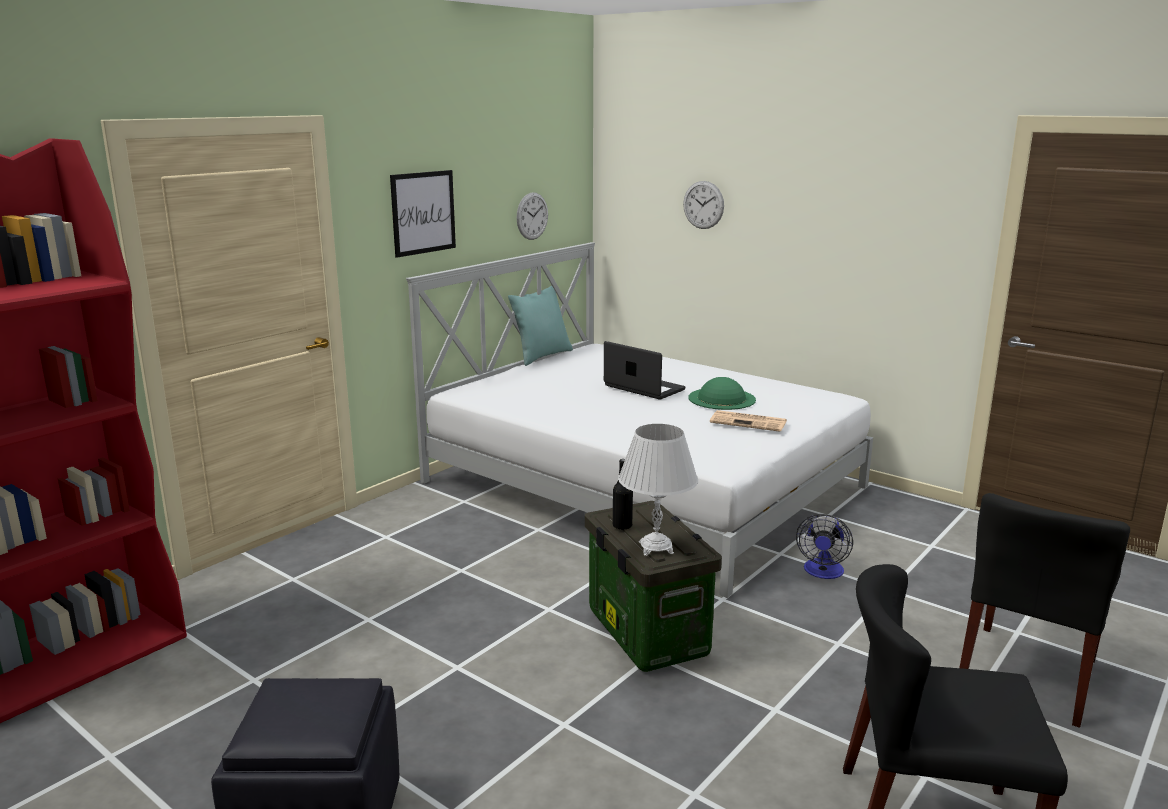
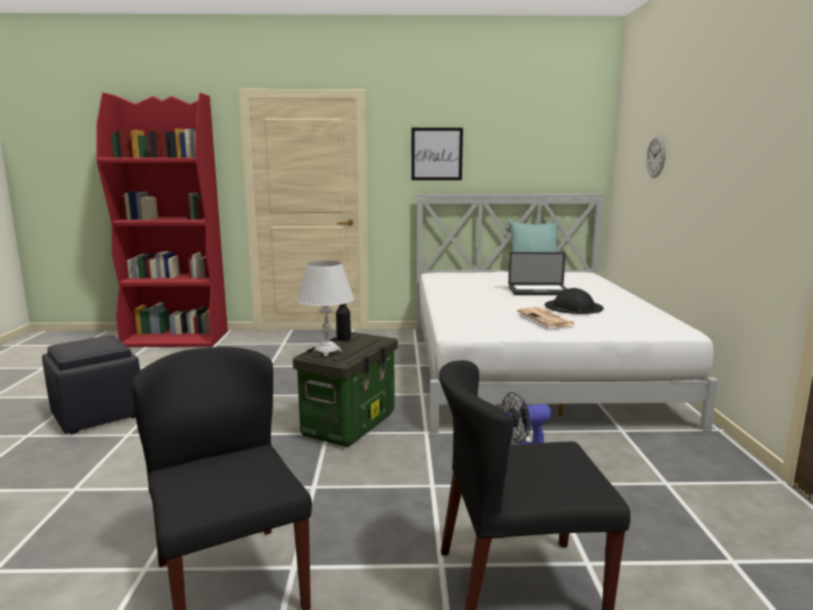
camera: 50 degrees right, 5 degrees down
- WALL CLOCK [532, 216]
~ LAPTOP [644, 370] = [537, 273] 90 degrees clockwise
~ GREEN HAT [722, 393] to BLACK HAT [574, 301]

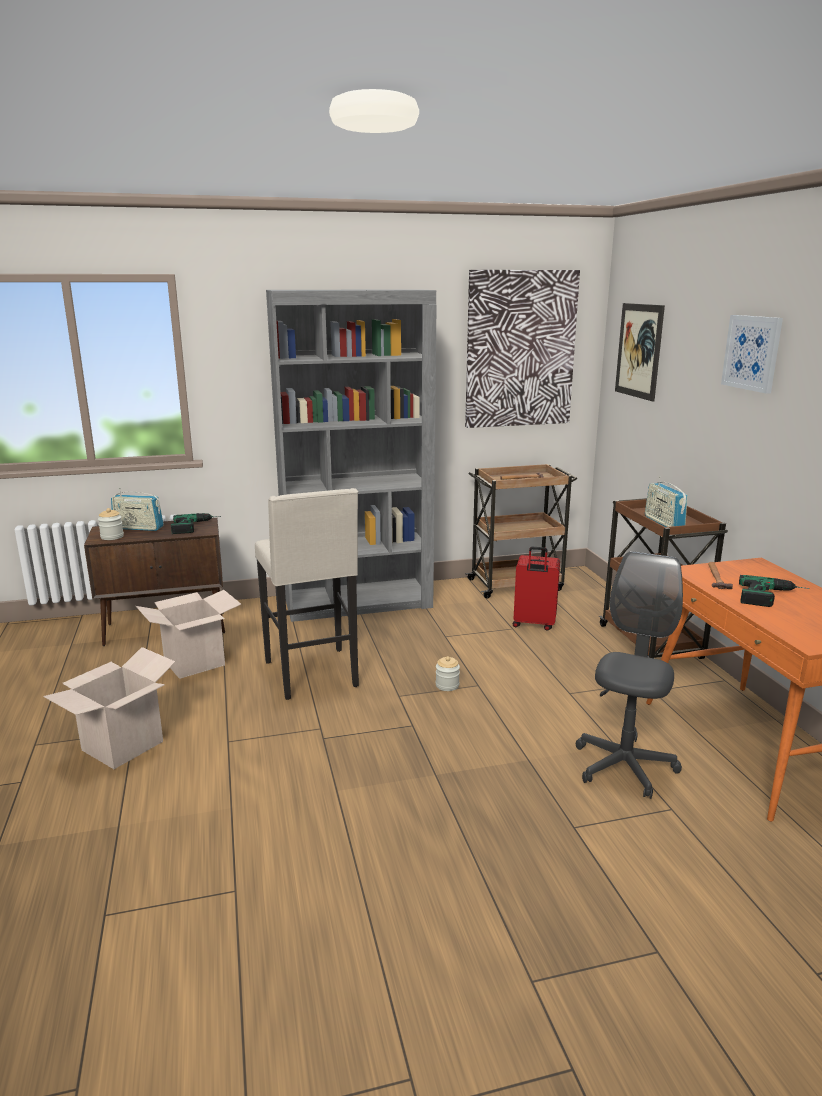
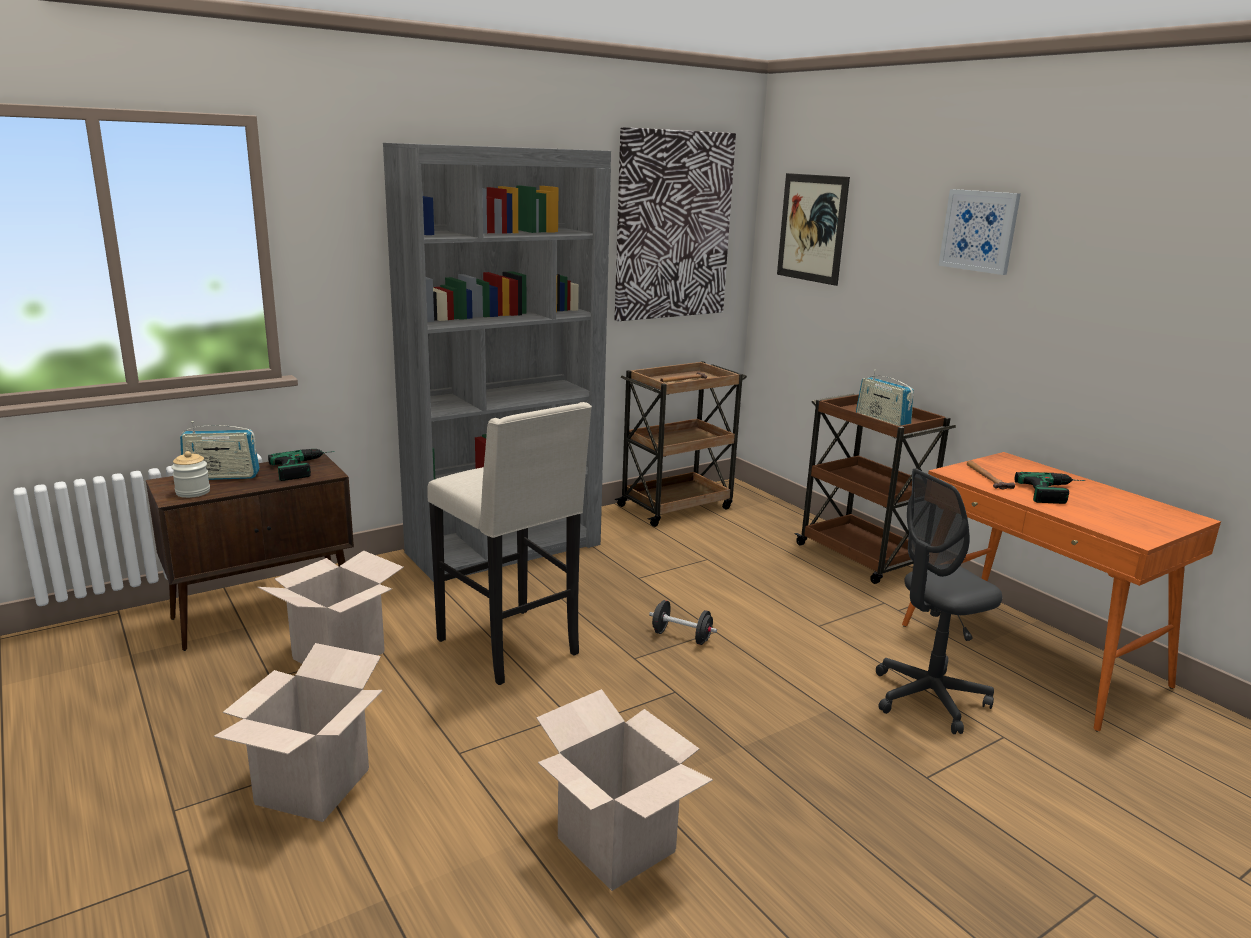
camera: 20 degrees left, 0 degrees up
~ JAR [448, 673] to BLACK DUMBBELL [683, 622]
- RED SUITCASE [536, 589]
~ GREY OFFICE CHAIR [629, 675] = [939, 601] 120 degrees counterclockwise
+ CARDBOARD BOX [624, 790]

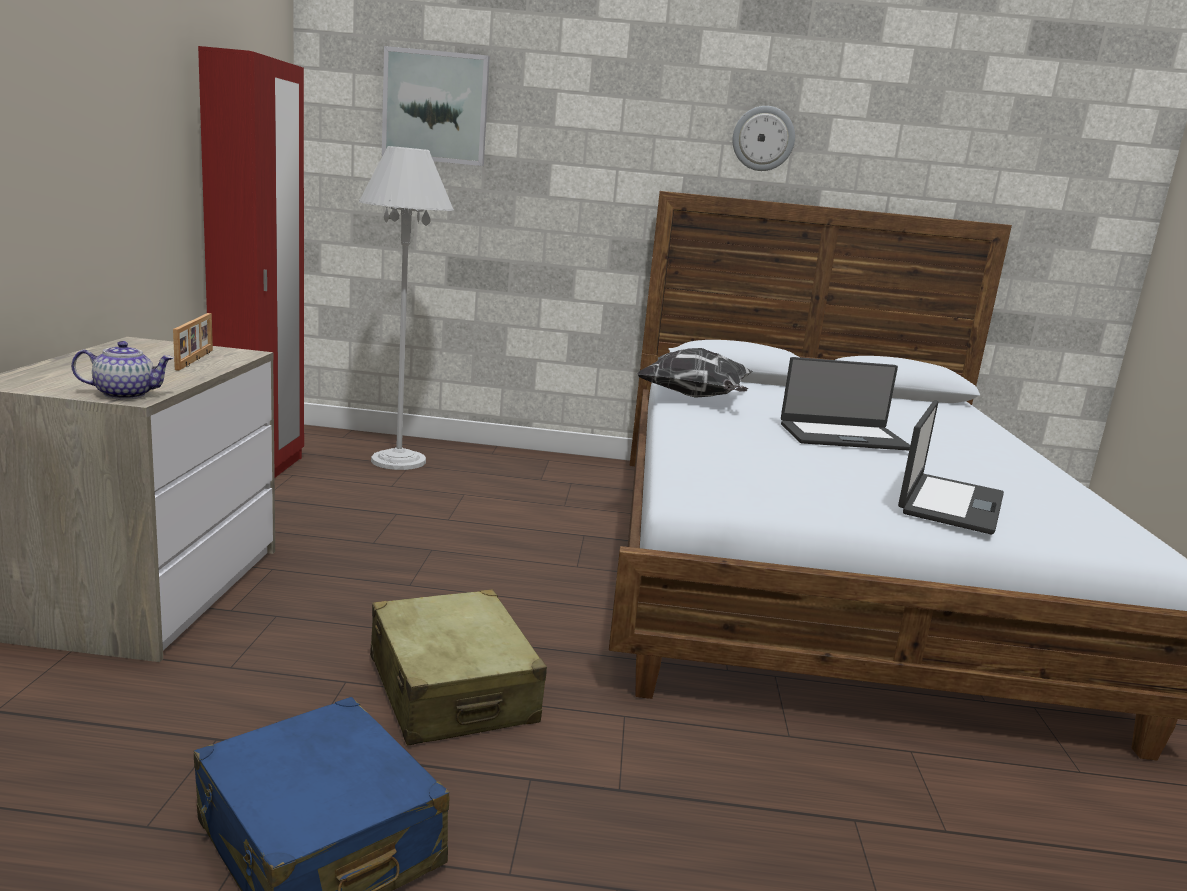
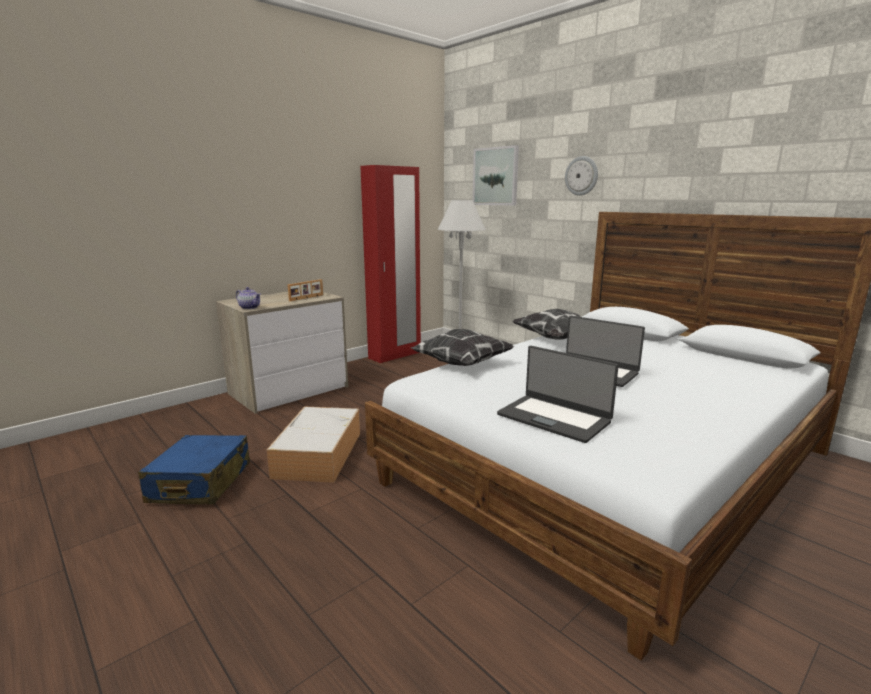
camera: 45 degrees right, 0 degrees up
~ BEIGE SUITCASE [458, 667] to STORAGE BOX [313, 444]
~ WALL CLOCK [764, 138] to [581, 176]
~ LAPTOP [951, 468] = [558, 394] 60 degrees clockwise
+ PILLOW [462, 347]

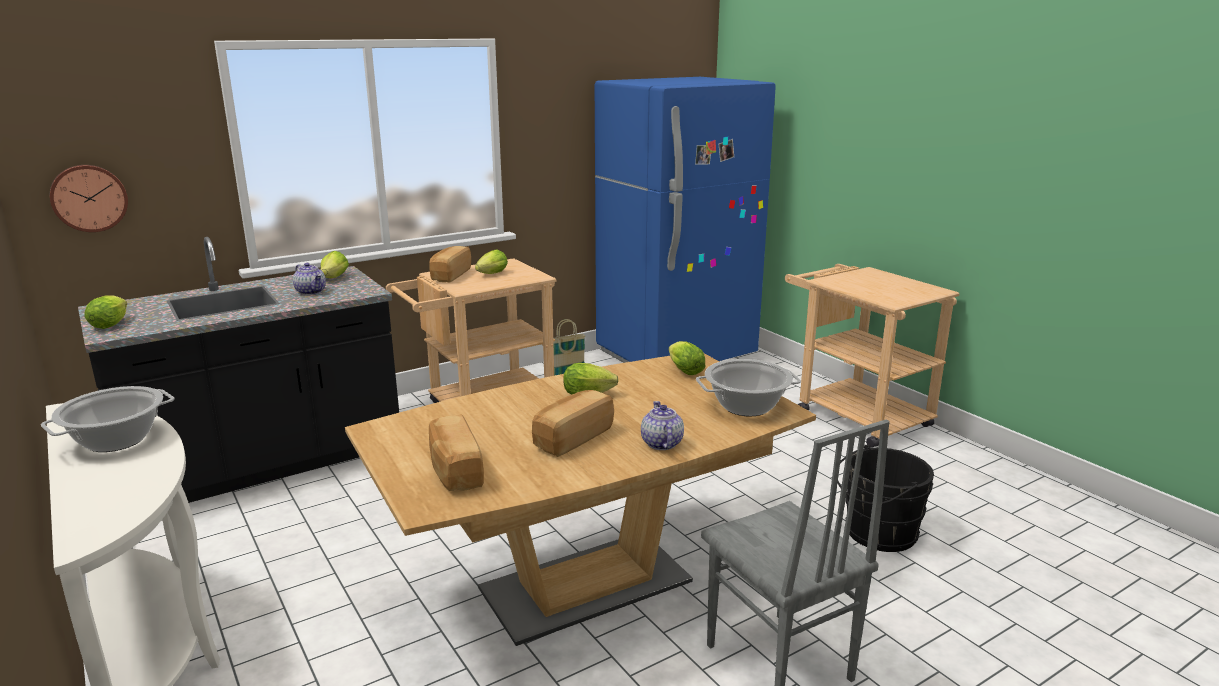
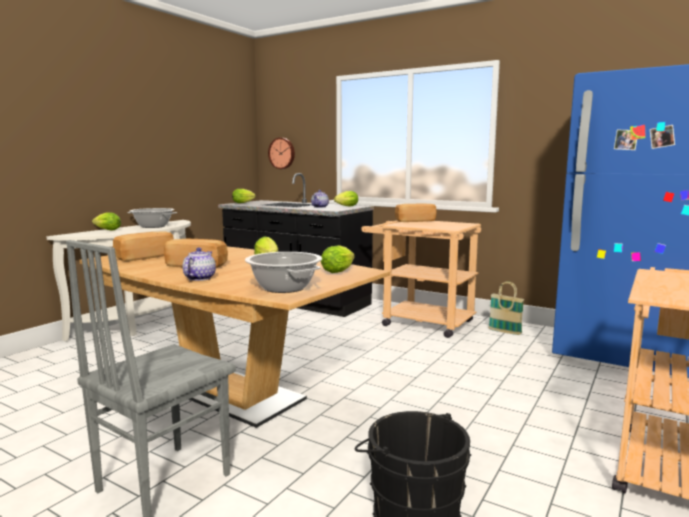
camera: 65 degrees right, 10 degrees down
~ LETTUCE [491, 261] to [106, 221]
~ TEAPOT [662, 425] = [199, 264] 45 degrees counterclockwise

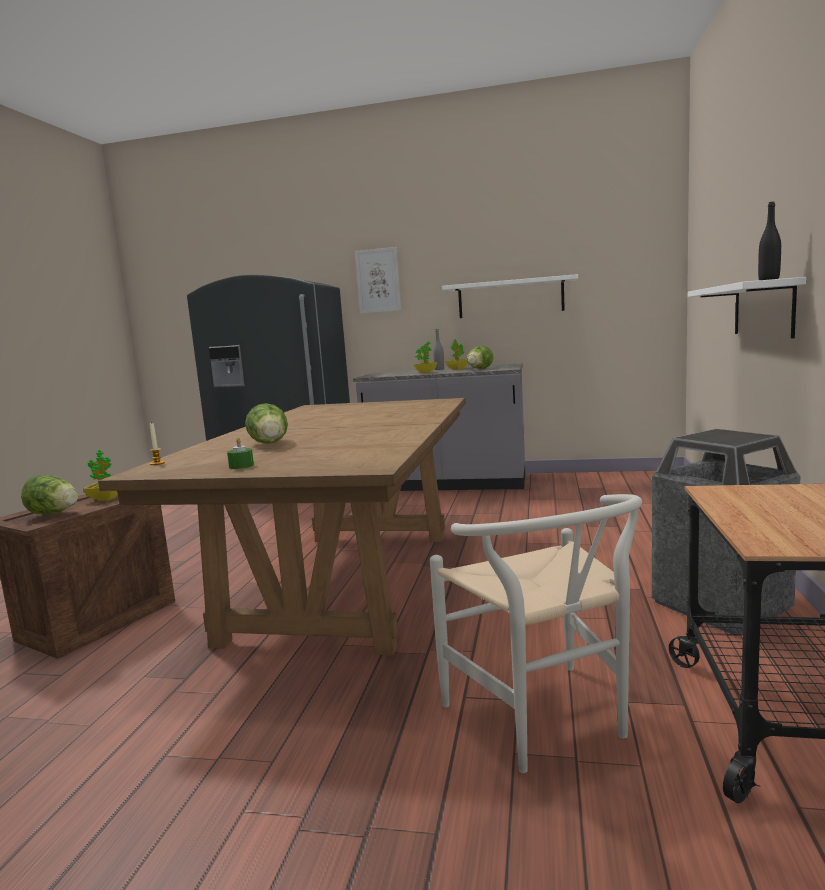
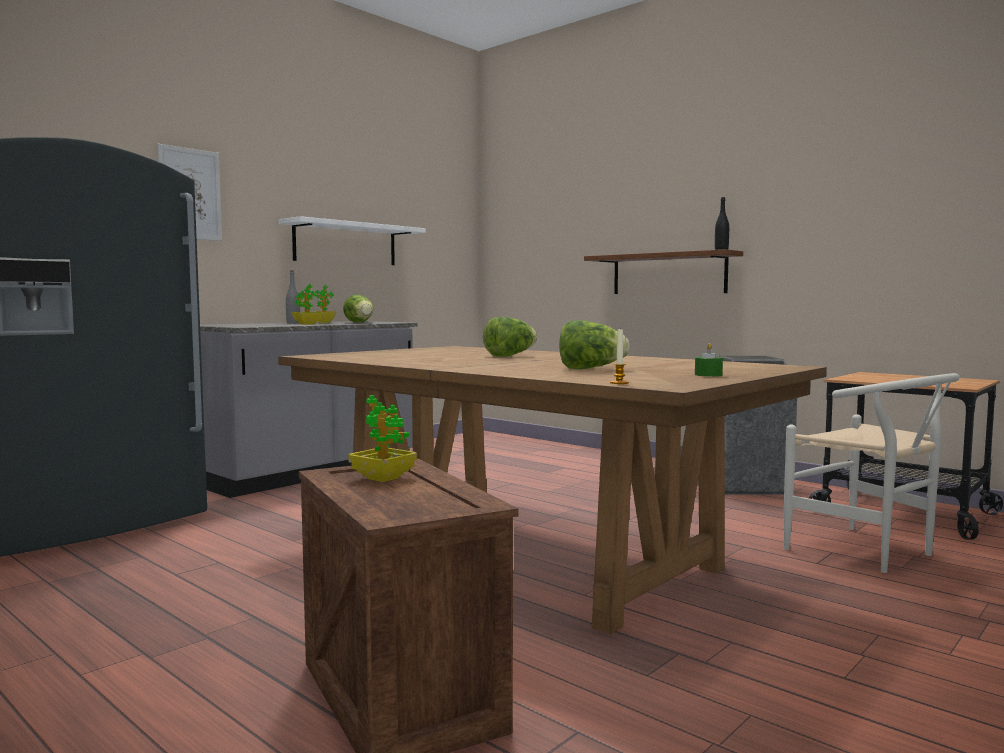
camera: 60 degrees left, 5 degrees down
~ LETTUCE [49, 494] to [510, 337]
~ WHITE CHAIR [536, 633] = [872, 473] 45 degrees clockwise
~ WHITE SHELF [747, 307] to BROWN SHELF [663, 271]

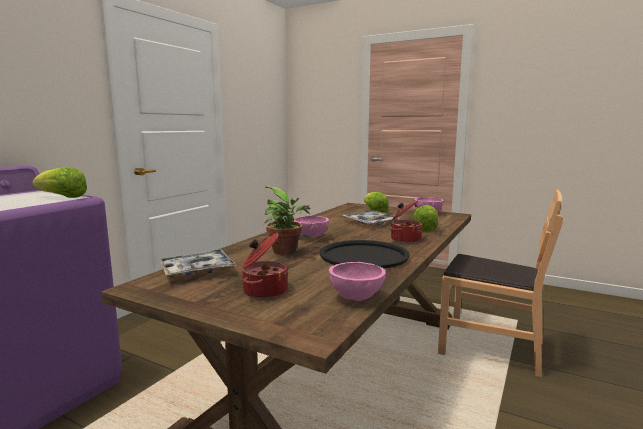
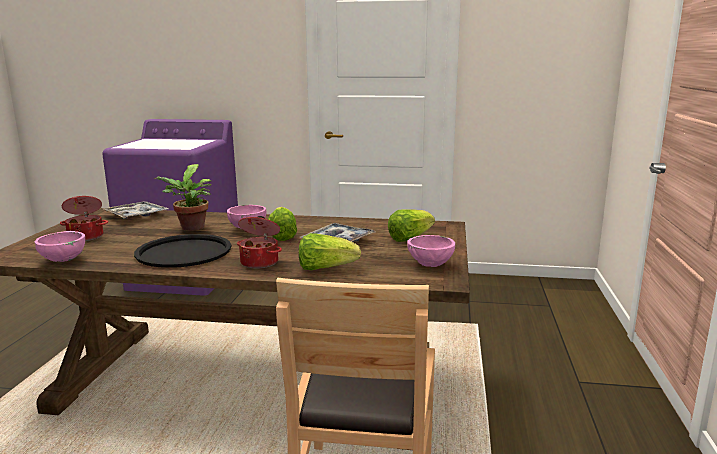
camera: 70 degrees right, 5 degrees up
~ LETTUCE [59, 182] to [282, 224]

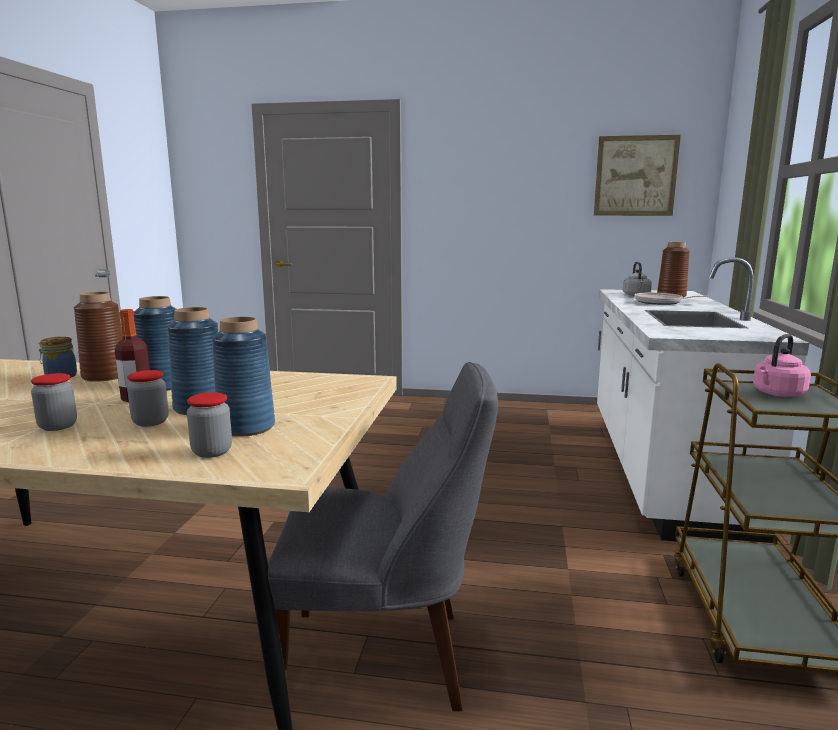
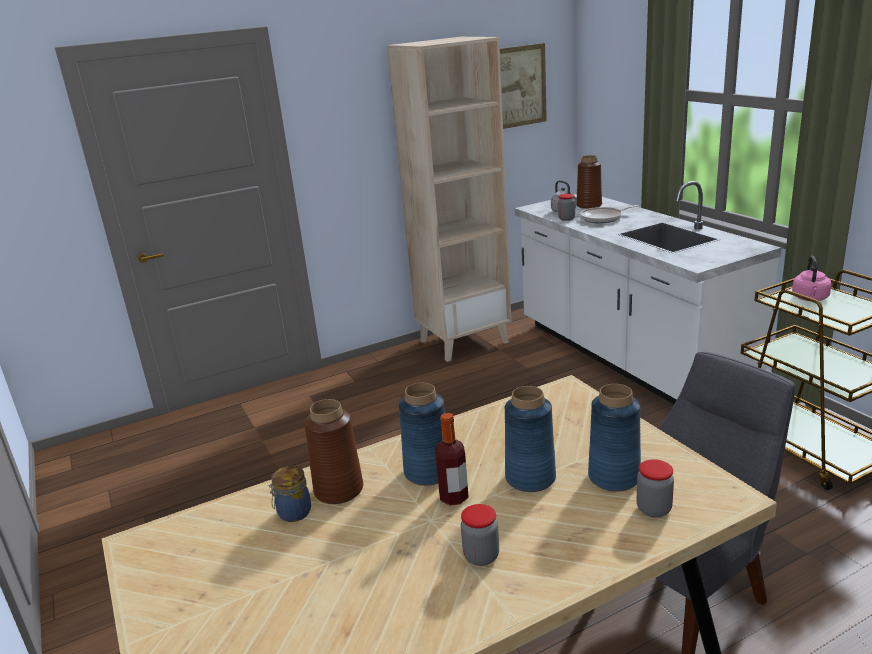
camera: 35 degrees left, 10 degrees up
~ JAR [148, 398] to [566, 207]
+ BEIGE BOOKCASE [449, 199]

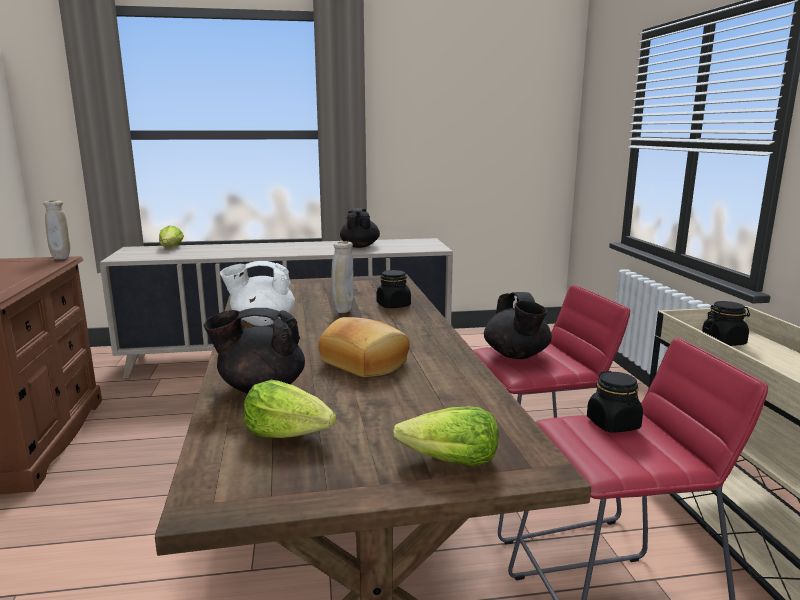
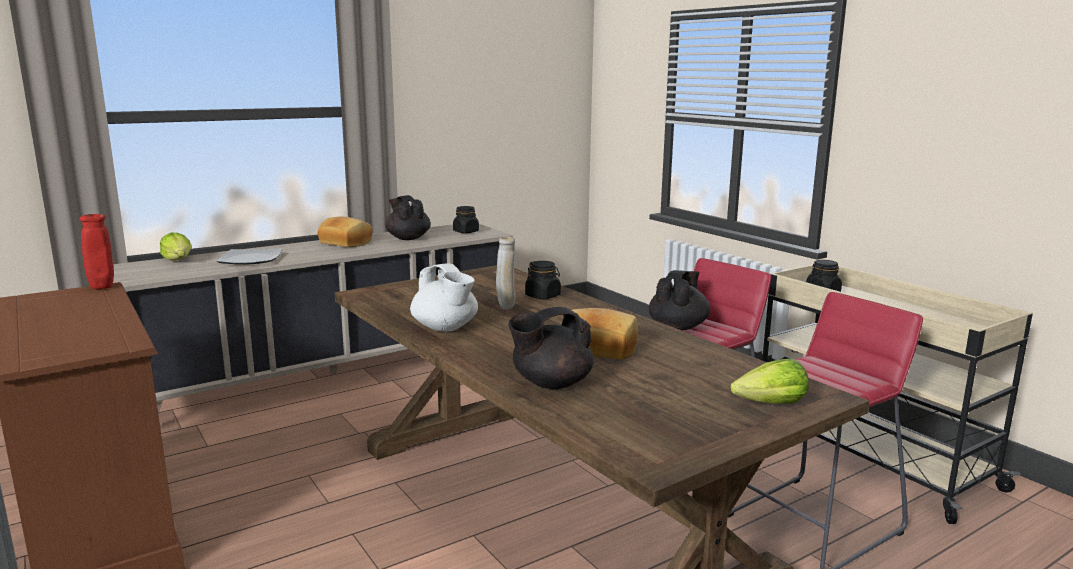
camera: 25 degrees left, 0 degrees up
~ BEIGE VASE [56, 230] to RED VASE [96, 252]
~ WHITE TEAPOT [257, 293] = [444, 297] 90 degrees counterclockwise
- LETTUCE [290, 409]
~ BLACK TEAPOT [518, 325] = [679, 300] 120 degrees counterclockwise
~ BLACK JAR [615, 402] to [466, 219]
+ PLATE [249, 256]
+ BREAD [345, 232]

